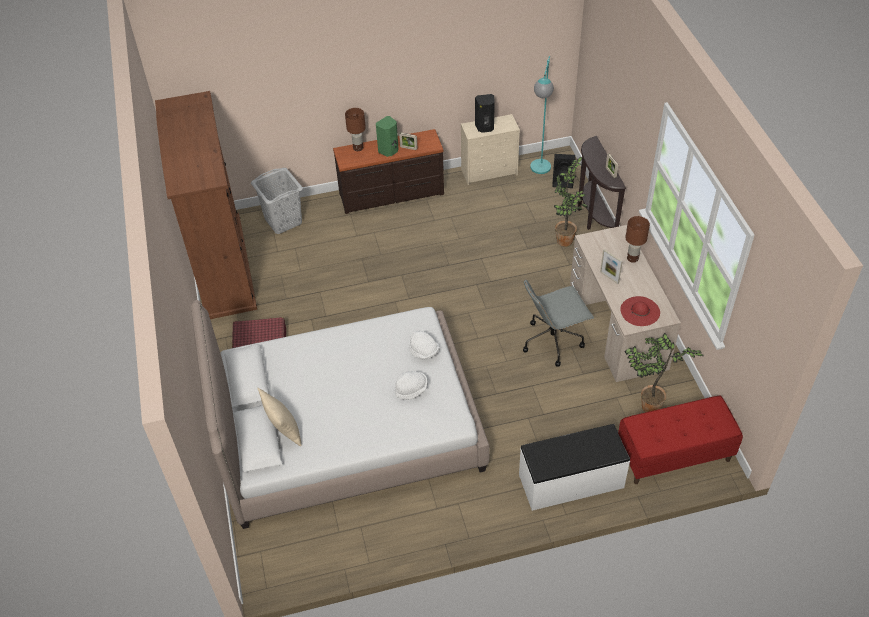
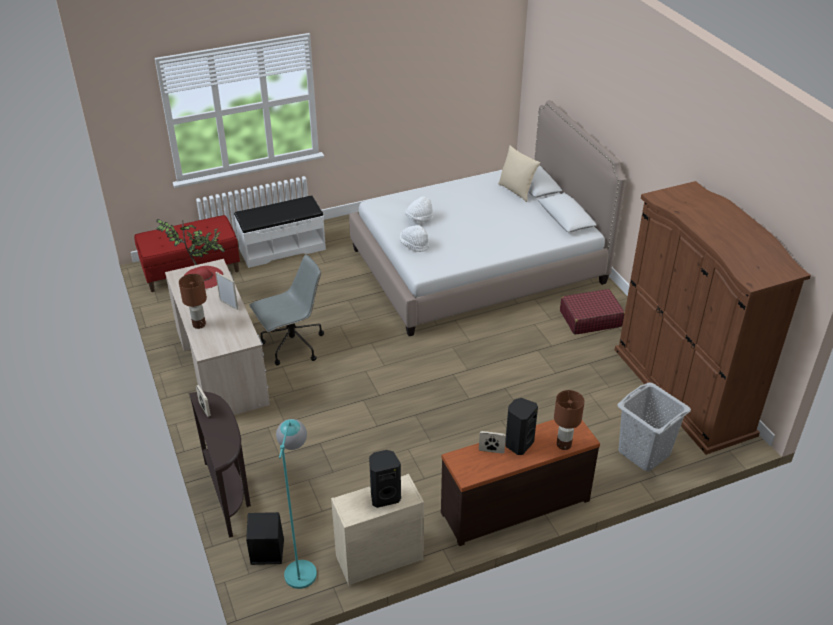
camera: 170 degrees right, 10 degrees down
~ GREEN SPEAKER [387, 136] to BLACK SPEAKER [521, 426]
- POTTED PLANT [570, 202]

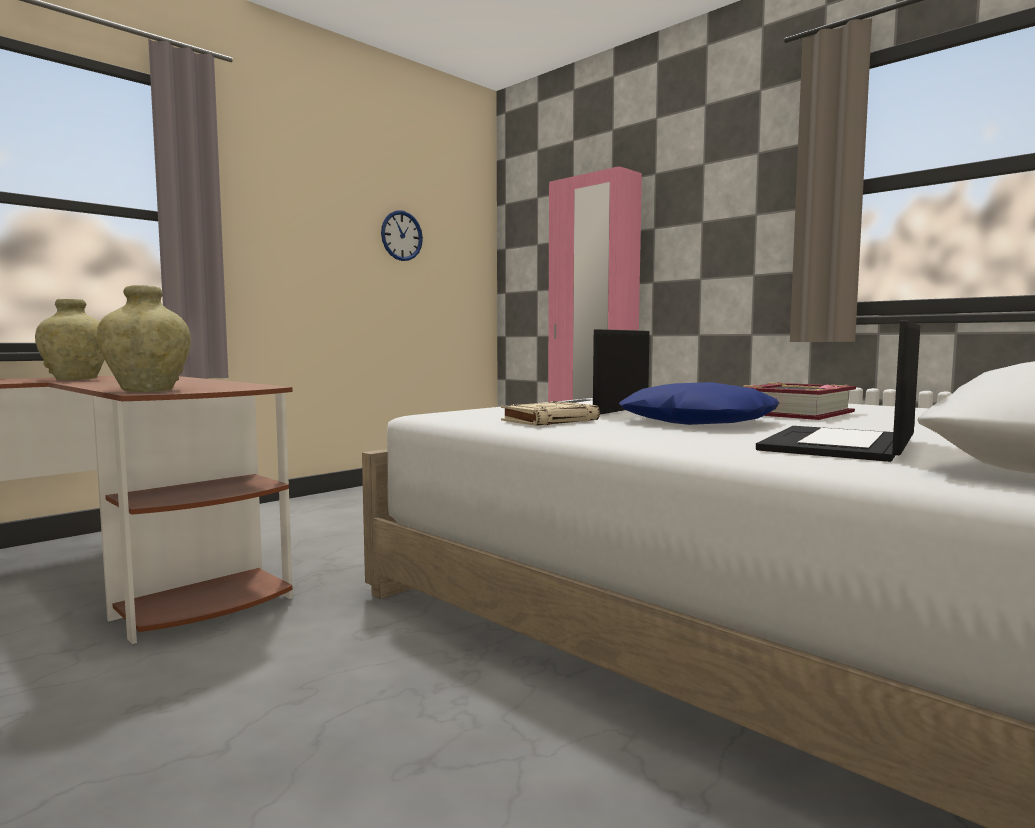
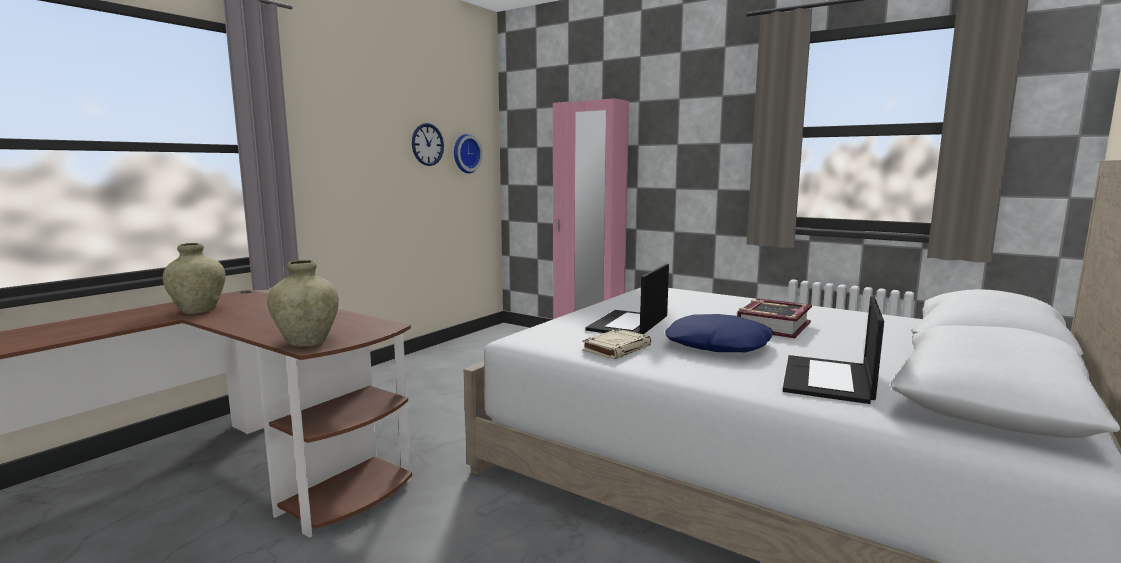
camera: 10 degrees left, 5 degrees up
+ WALL CLOCK [468, 153]

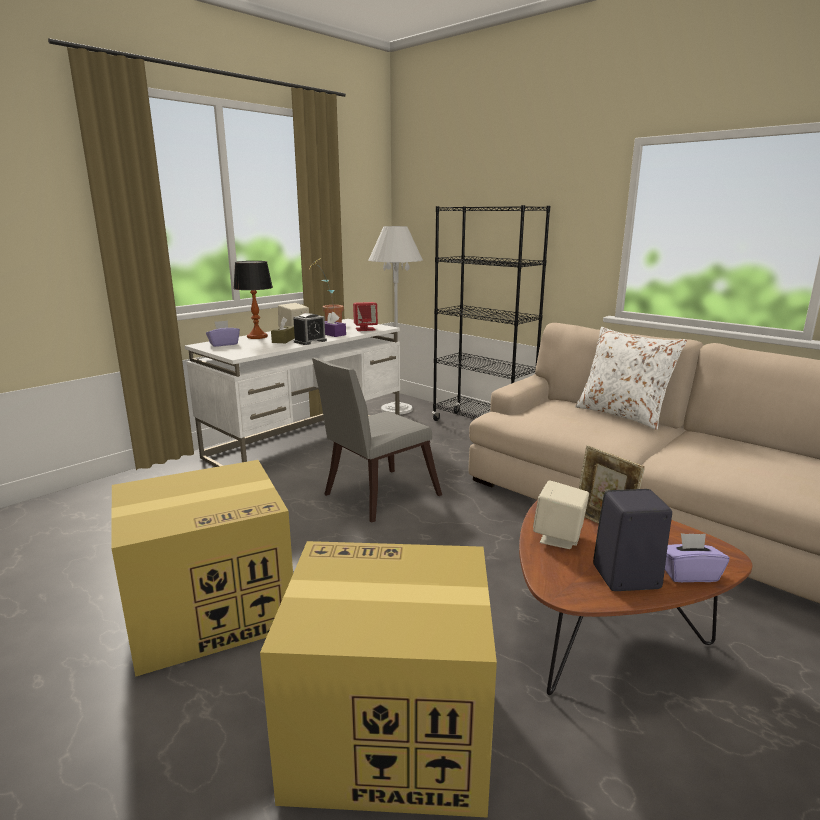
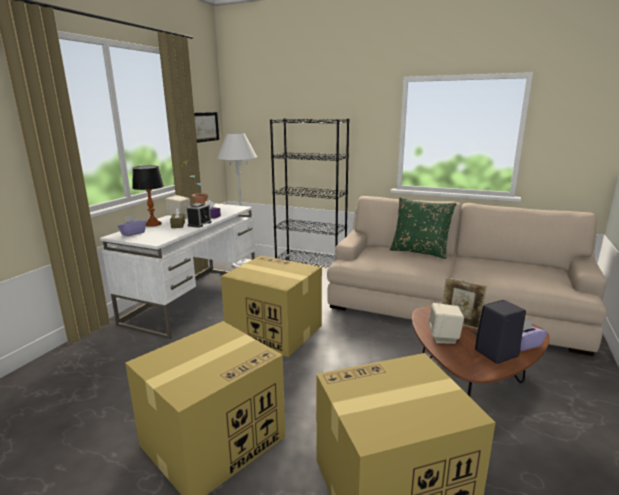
camera: 20 degrees left, 0 degrees up
~ GREY CHAIR [377, 440] to CARDBOARD BOX [271, 306]
- RED SPEAKER [365, 316]
~ WHITE PILLOW [631, 378] to GREEN PILLOW [423, 228]
+ PICTURE [206, 127]

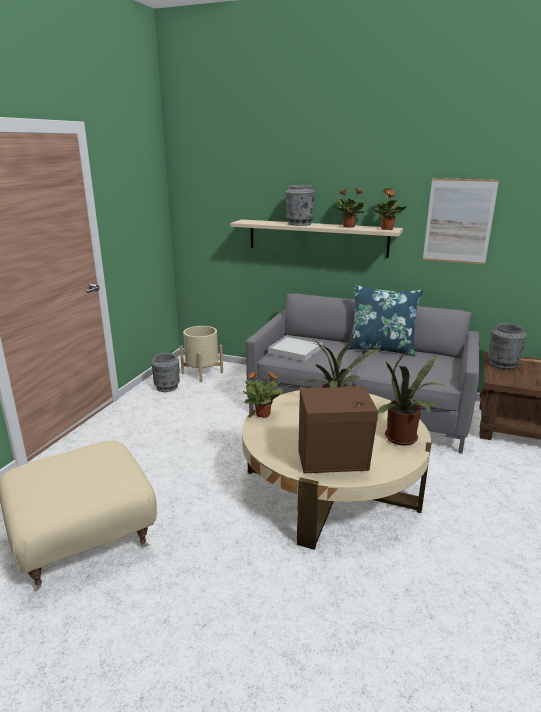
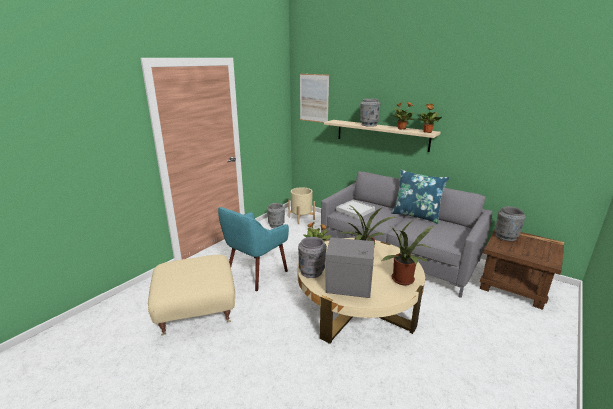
camera: 15 degrees right, 0 degrees up
~ BROWN SPEAKER [338, 428] to GREY SPEAKER [350, 267]
~ PICTURE [461, 221] to [314, 98]
+ TURQUOISE ARMCHAIR [253, 249]
+ GREY VASE [312, 257]

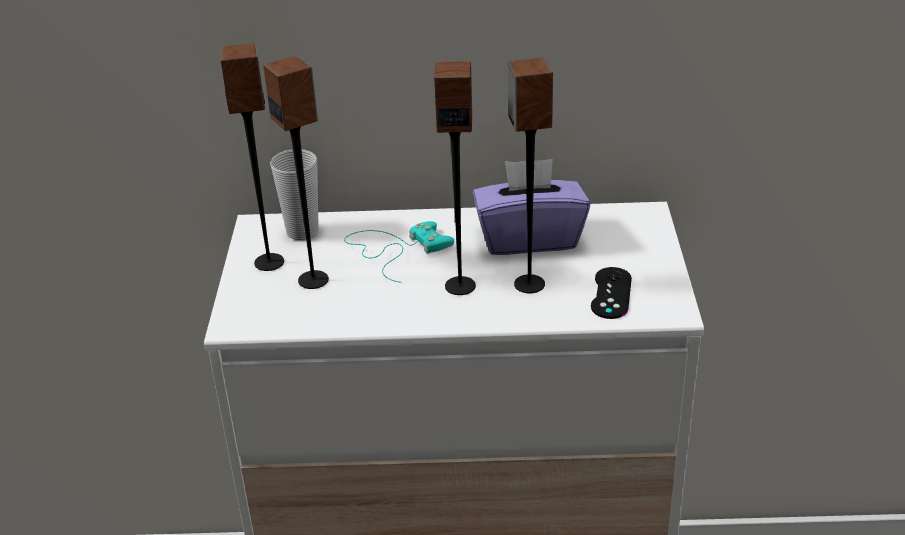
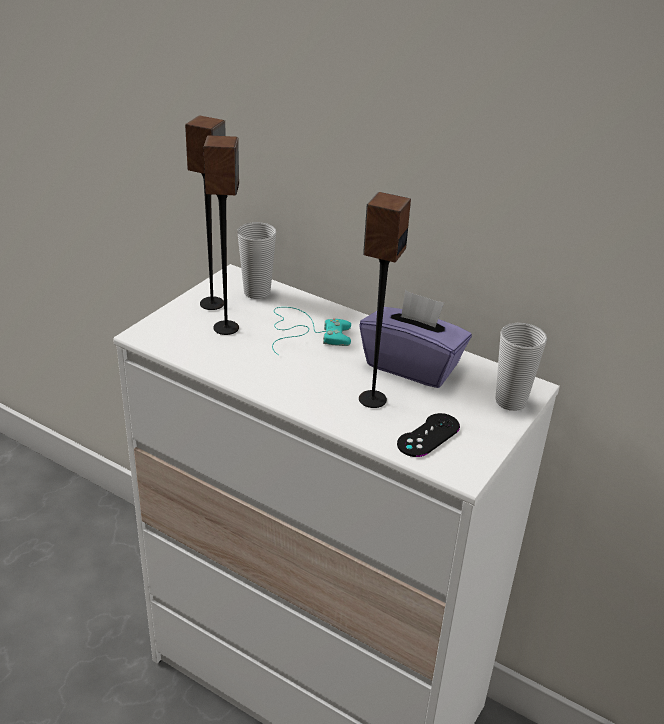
camera: 30 degrees right, 0 degrees up
- SPEAKER [455, 178]
+ CUP [521, 367]

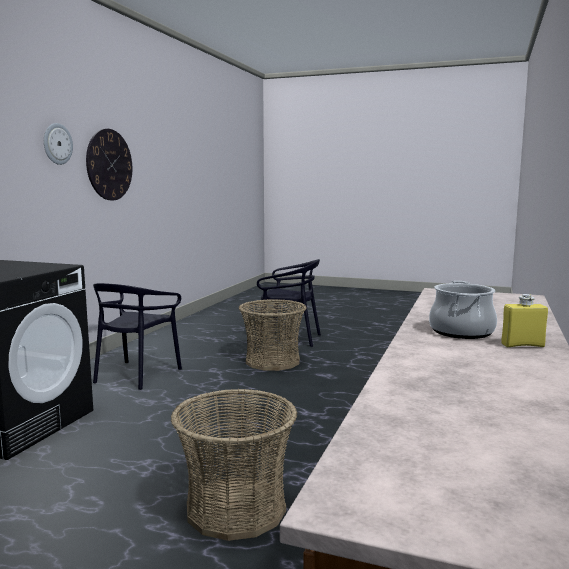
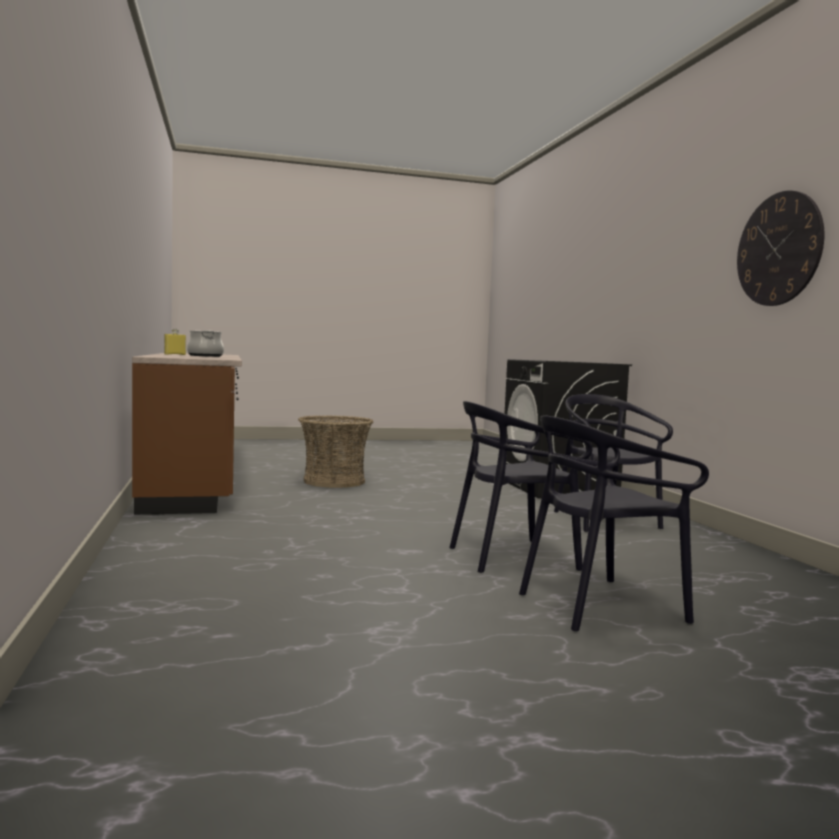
camera: 145 degrees right, 5 degrees down
- WALL CLOCK [58, 144]
~ BASKET [273, 335] to BLACK CHAIR [521, 487]

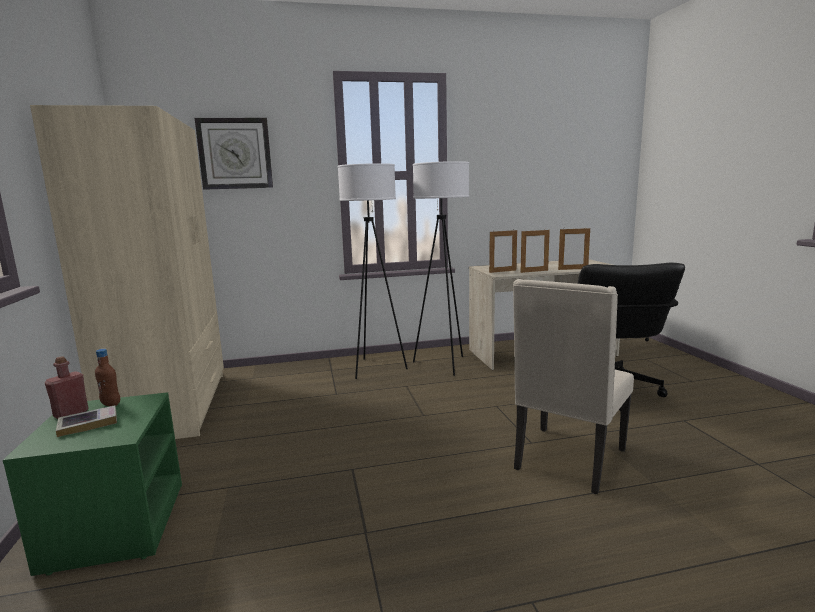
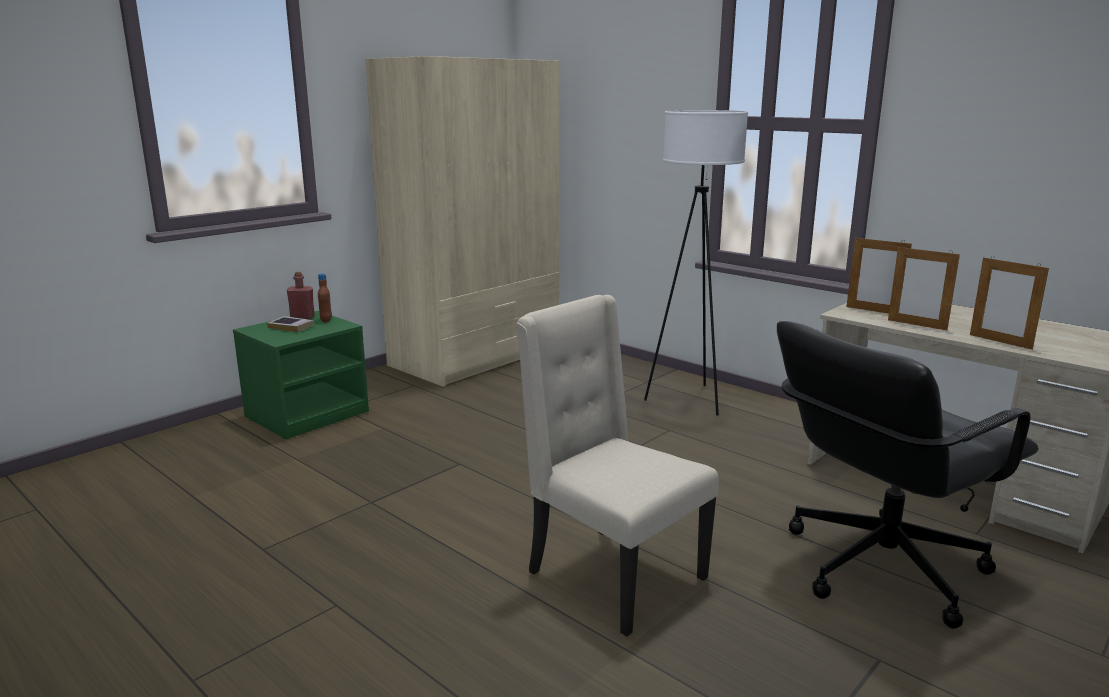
camera: 55 degrees right, 5 degrees up
- WALL CLOCK [234, 154]
- WHITE FLOOR LAMP [441, 268]
~ BEIGE CHAIR [573, 386] = [618, 466] 45 degrees clockwise

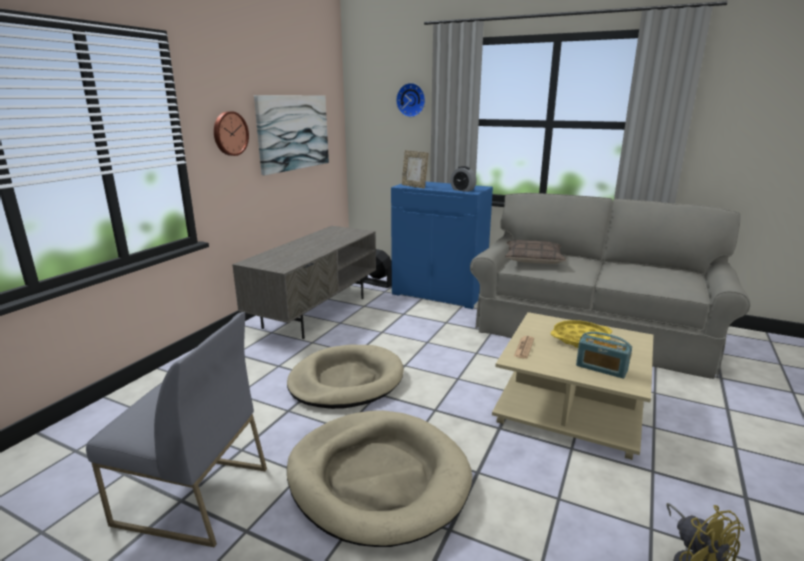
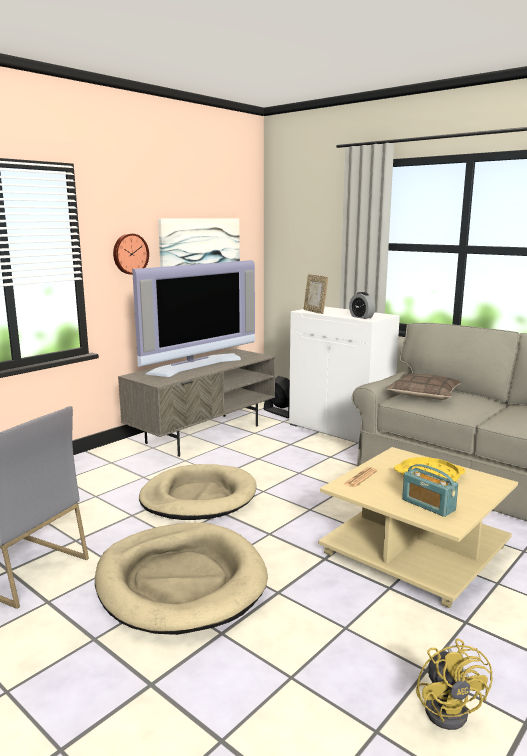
camera: 15 degrees right, 5 degrees down
~ BLUE CABINET [442, 245] to WHITE CABINET [344, 375]
- WALL CLOCK [410, 100]
+ TELEVISION [193, 318]

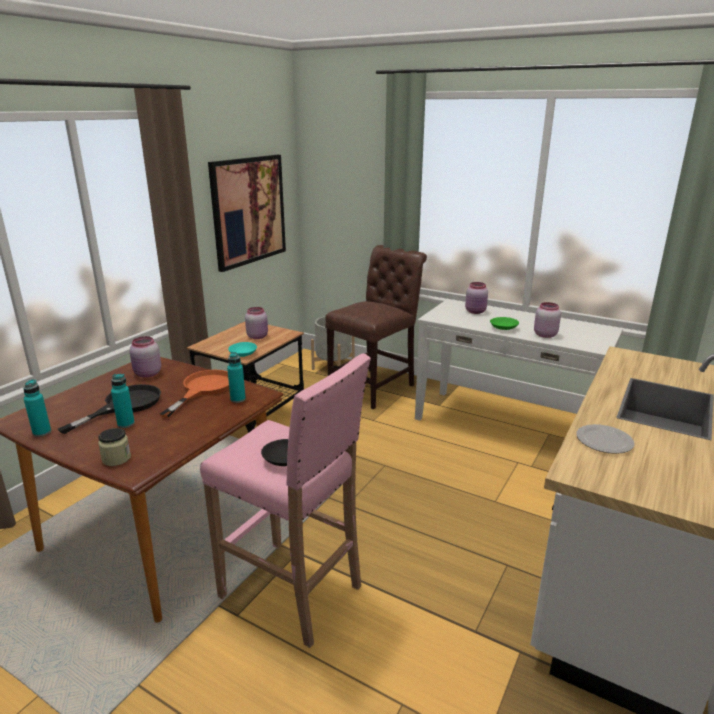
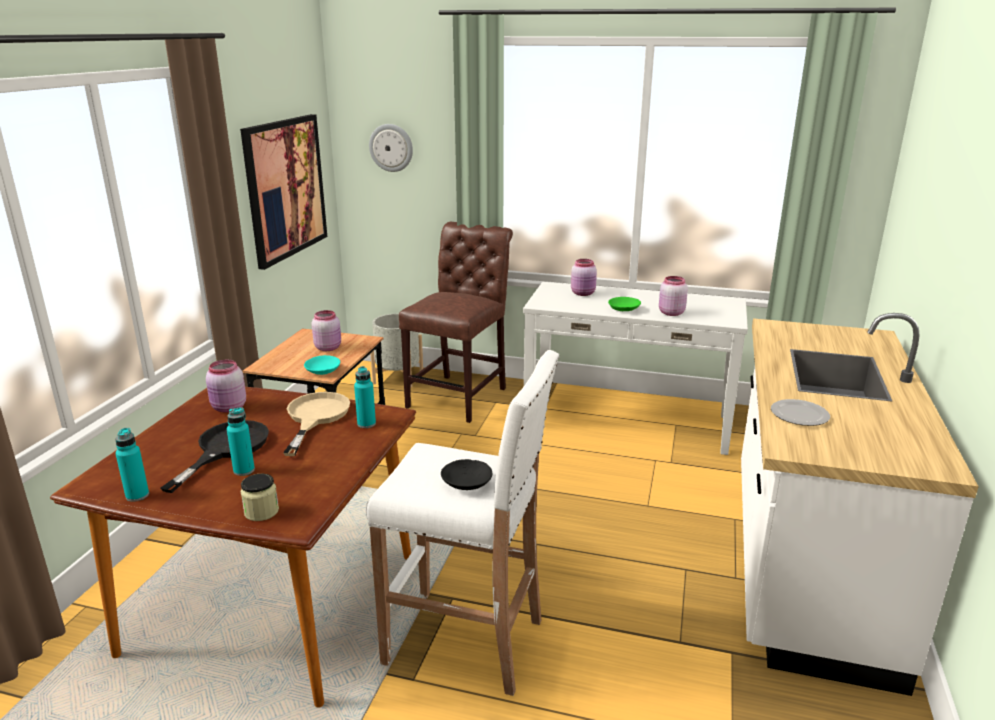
camera: 15 degrees left, 0 degrees up
~ ORANGE FRYING PAN [194, 394] to BEIGE FRYING PAN [316, 424]
~ PINK STOOL [285, 500] to WHITE STOOL [462, 523]
+ WALL CLOCK [391, 148]

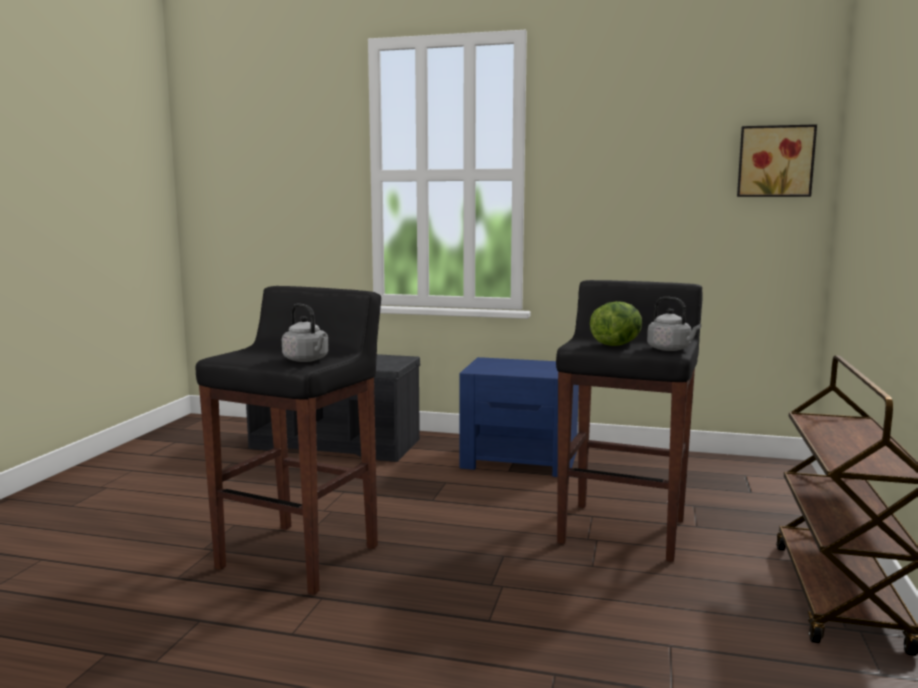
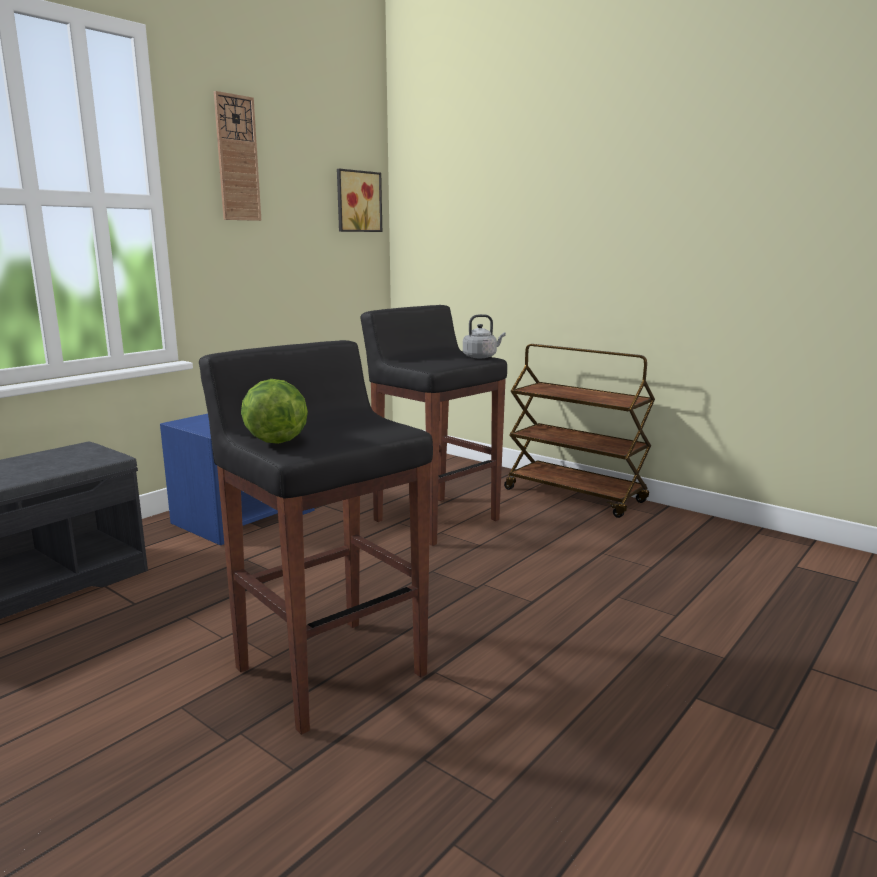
camera: 65 degrees left, 5 degrees up
- GREY KETTLE [305, 333]
~ LETTUCE [616, 323] to [274, 411]
+ WALL CLOCK [237, 156]

